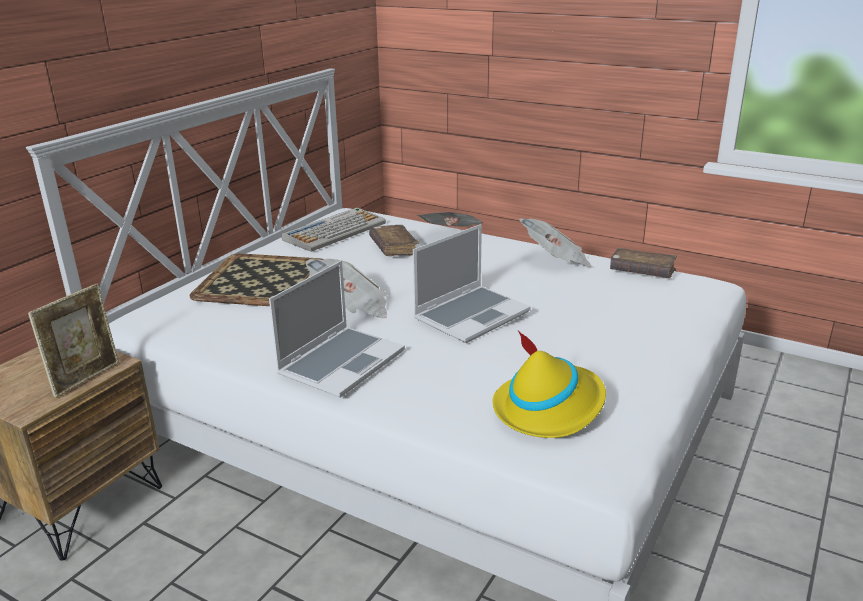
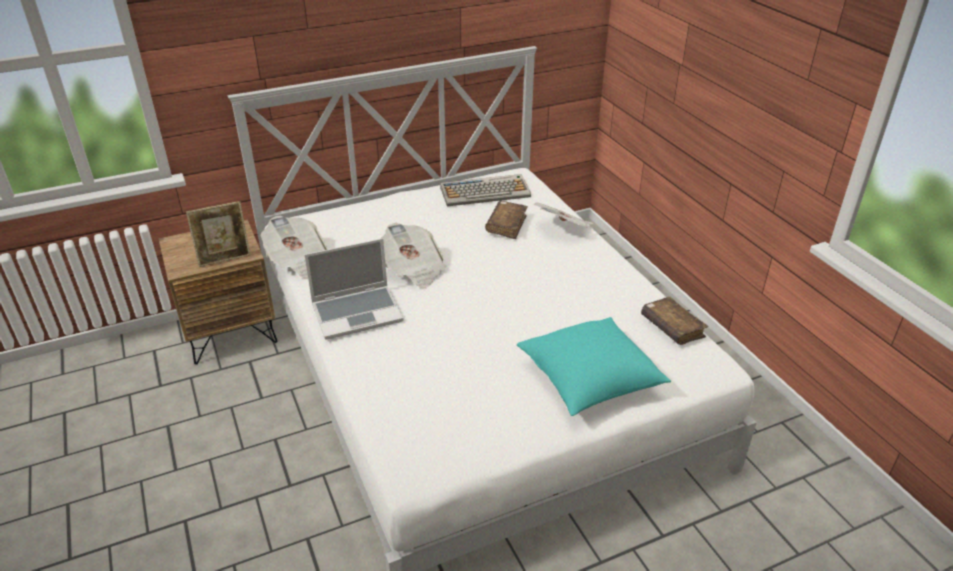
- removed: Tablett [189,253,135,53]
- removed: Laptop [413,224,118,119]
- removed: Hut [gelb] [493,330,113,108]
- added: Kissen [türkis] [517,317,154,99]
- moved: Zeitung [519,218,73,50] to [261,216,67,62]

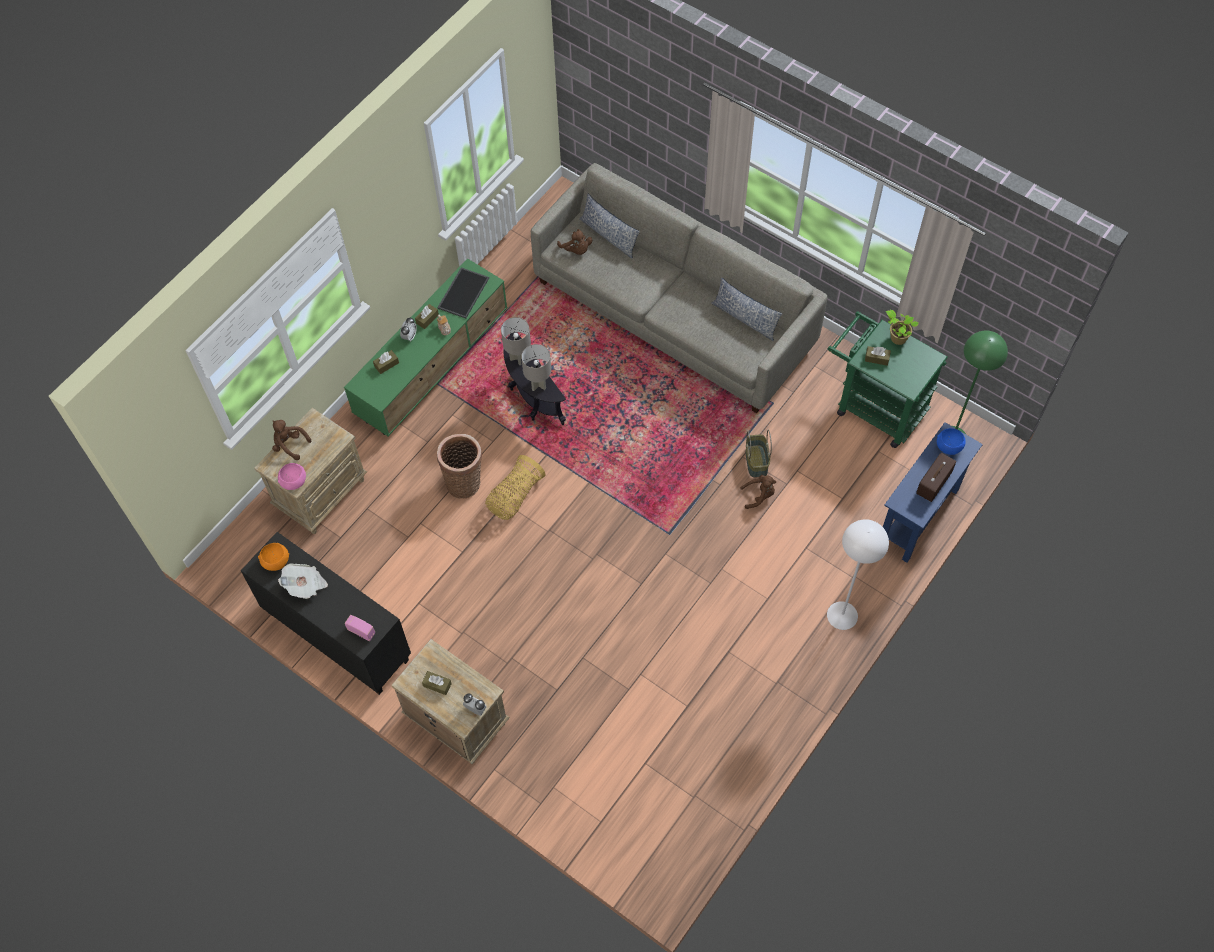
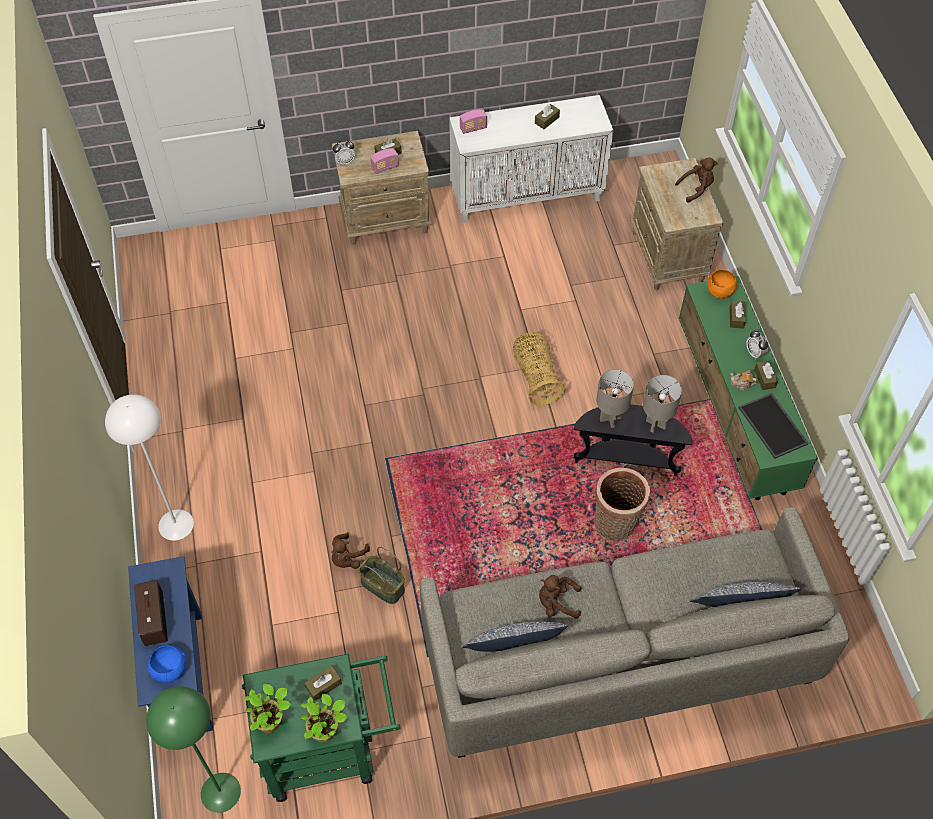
- removed: Schüssel [rosa] [278,463,28,27]
- added: Topfpflanze [243,684,48,49]
- added: Radio [371,148,28,26]
- moved: Schüssel [orange] [258,543,31,28] to [707,270,30,29]
- moved: Korb [437,434,45,65] to [594,468,56,73]
- moved: Plüschtier [braun] [557,229,35,26] to [539,575,42,44]
- replaced: Zeitung [278,563,50,36] to Taschentuchbox [braun] [535,104,25,25]
- recoloured: Schrank [schwarz] [241,532,170,163] to Schrank [weiß] [449,95,164,128]

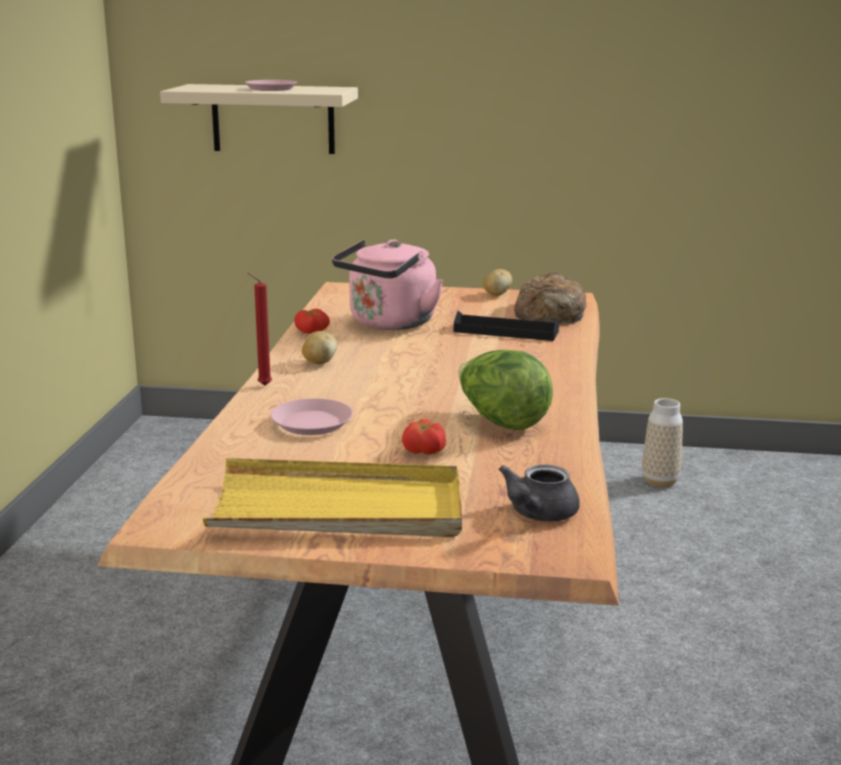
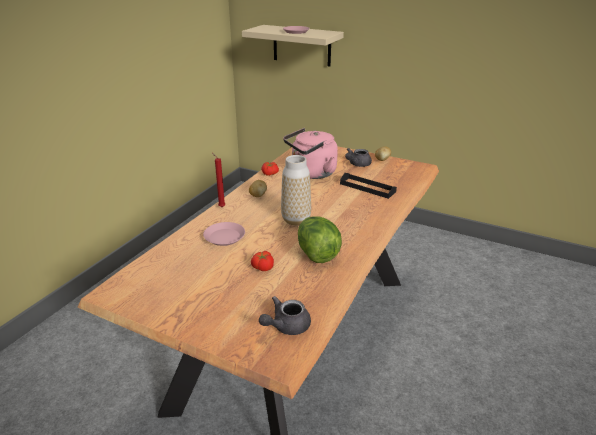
- removed: Tablett [gelb] [203,458,259,79]
- removed: Brot [514,273,73,51]
- added: Teekanne [grau] [345,148,27,19]
- moved: Vase [642,398,41,89] to [281,155,30,70]

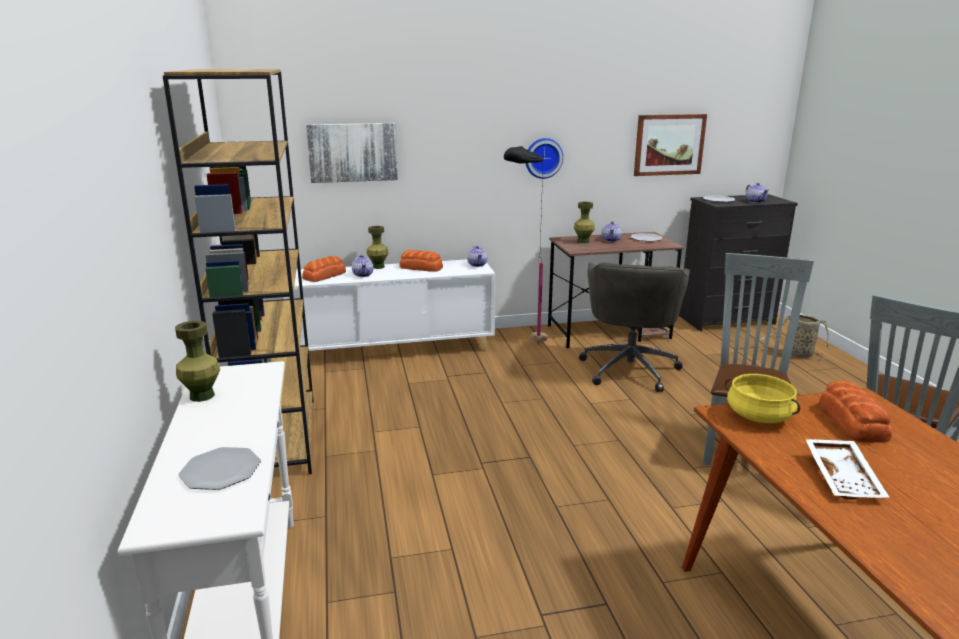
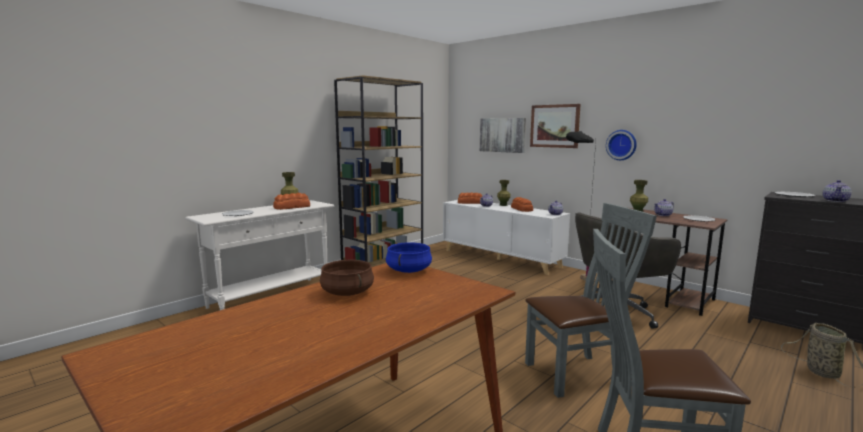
- moved: Bild [634,114,73,62] to [530,104,51,44]
- moved: Brot [818,381,74,61] to [273,193,37,17]
- replaced: Tablett [weiß] [805,439,85,61] to Kochtopf [braun] [320,260,54,36]
- recoloured: Kochtopf [gelb] [725,374,75,49] to Kochtopf [blau] [386,242,46,31]

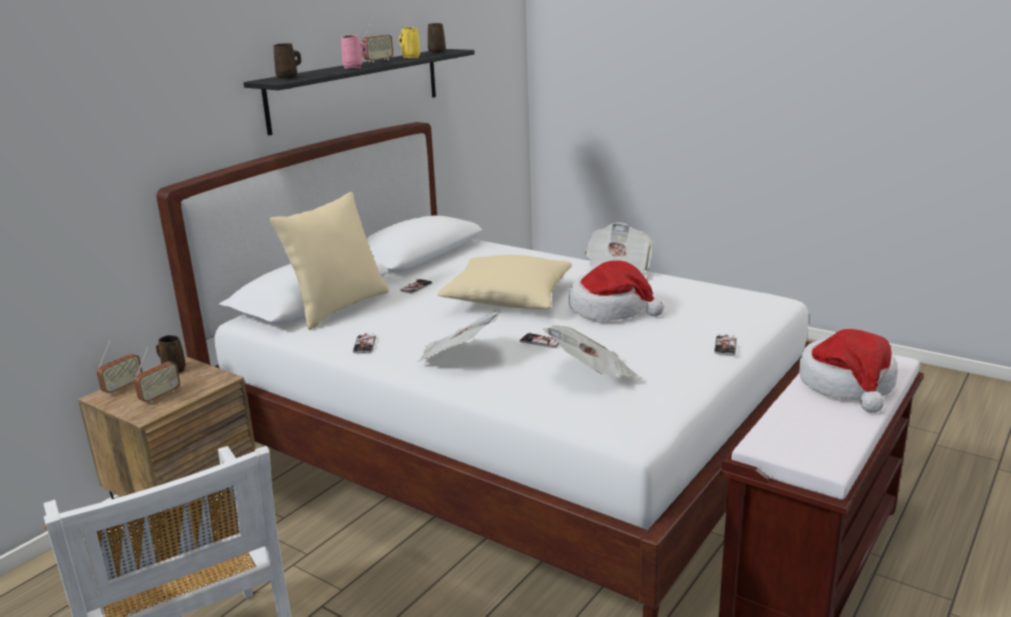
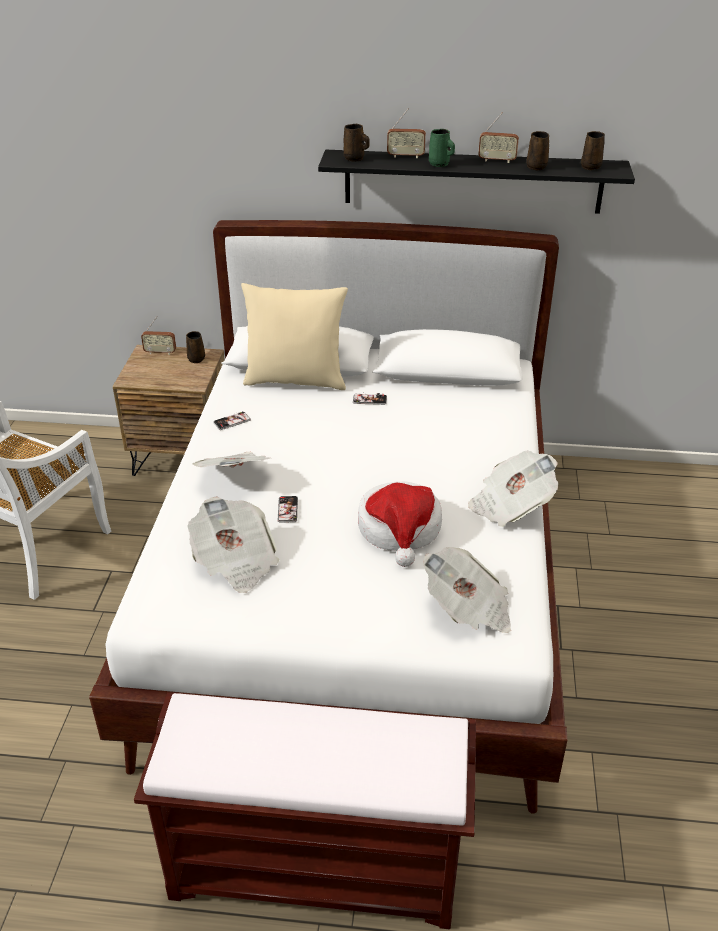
- removed: Kissen [beige] [437,255,135,54]
- removed: Handy [714,334,23,21]
- removed: Hut [799,329,99,84]
- added: Zeitung [423,547,88,86]
- moved: Radio [134,347,46,56] to [387,108,39,50]
- recoloured: Henkelbecher [rosa] [341,35,26,34] to Henkelbecher [grün] [429,129,26,38]
- recoloured: Henkelbecher [gelb] [399,27,21,31] to Henkelbecher [braun] [526,131,23,39]

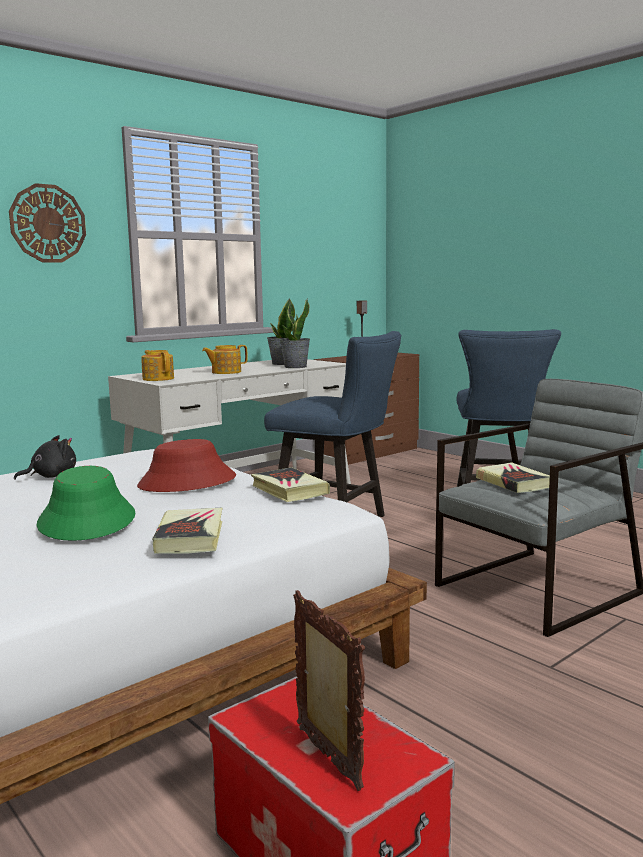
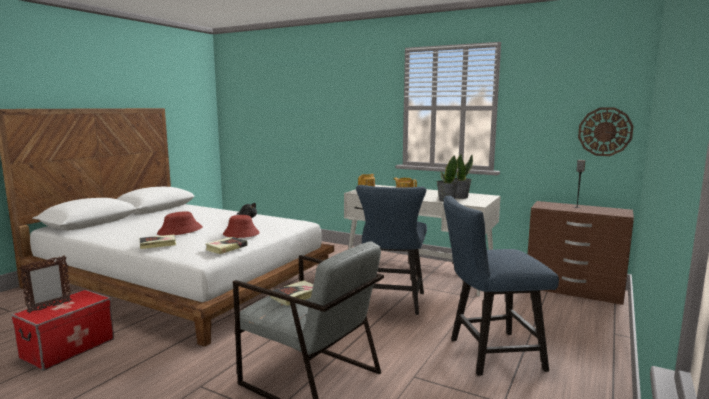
- moved: Wanduhr [9,183,77,80] to [578,108,56,48]
- recoloured: Hut [grün] [37,466,98,75] to Hut [rot] [157,211,46,25]

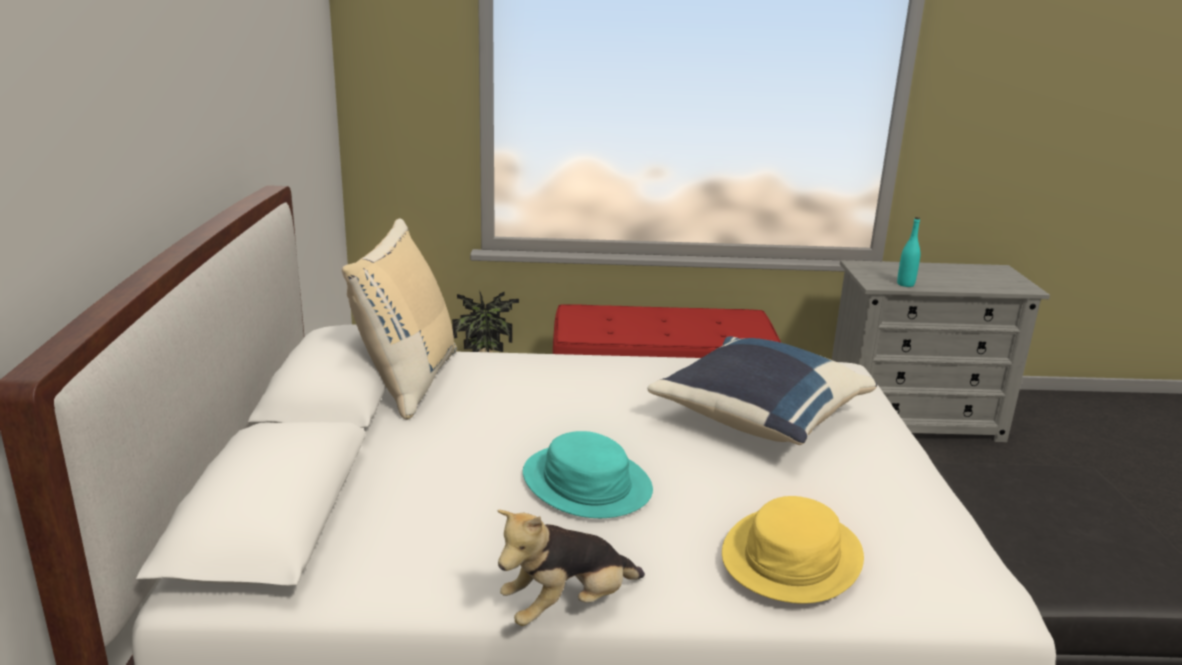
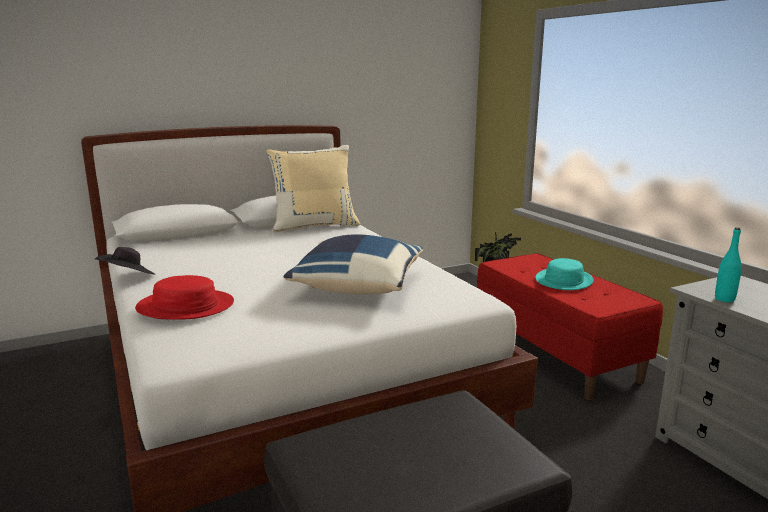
- moved: Hut [türkis] [523,431,130,87] to [535,258,59,32]
- replaced: Plüschtier [497,510,148,116] to Hut [schwarz] [95,247,61,28]
- recoloured: Hut [gelb] [722,496,142,107] to Hut [rot] [135,275,99,45]

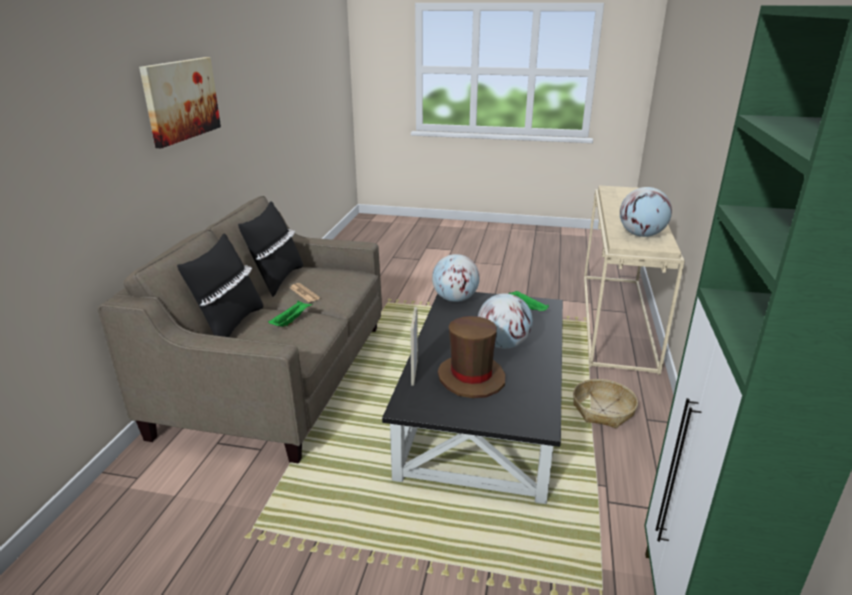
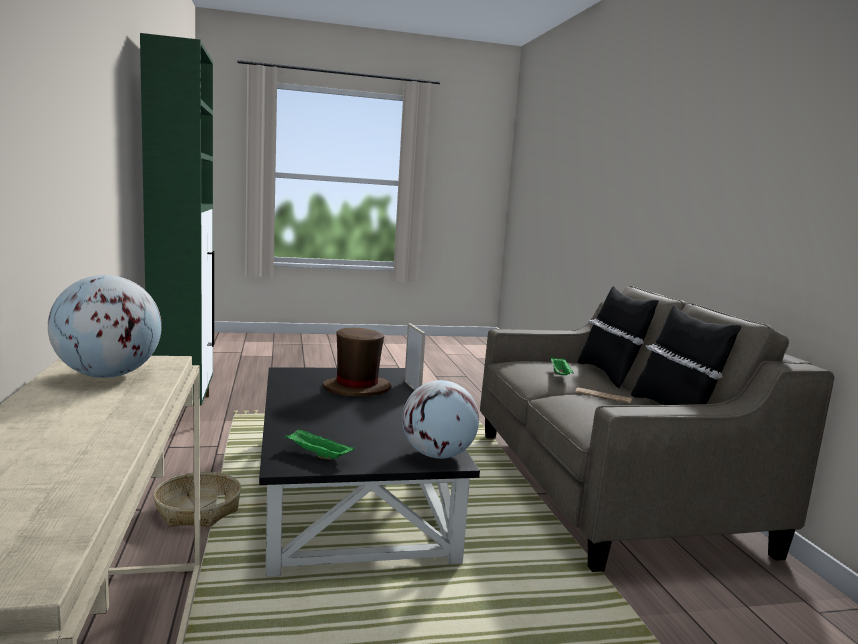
- removed: Bild [139,57,82,91]
- removed: Globus [478,293,55,56]

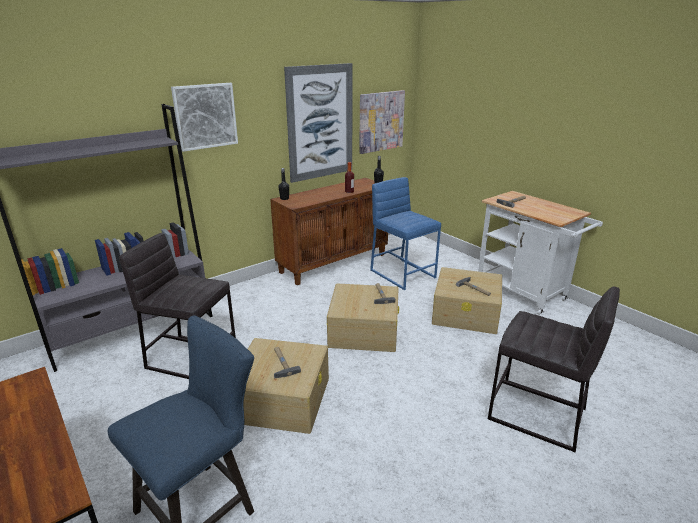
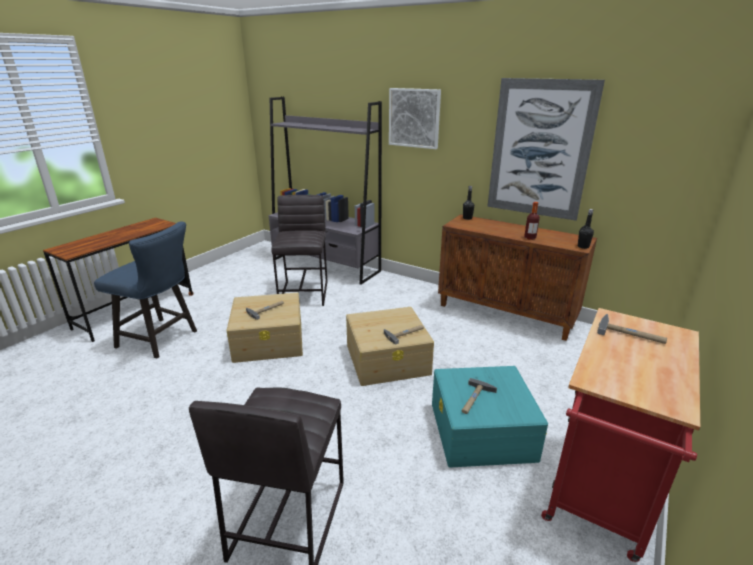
- removed: Bild [359,90,46,64]
- removed: Hocker [blau] [370,177,71,113]
- recoloured: Aufbewahrungsbox [beige] [432,267,70,67] to Aufbewahrungsbox [türkis] [432,366,116,101]
- recoloured: Rollwagen [weiß] [478,191,125,124] to Rollwagen [rot] [541,308,159,254]

